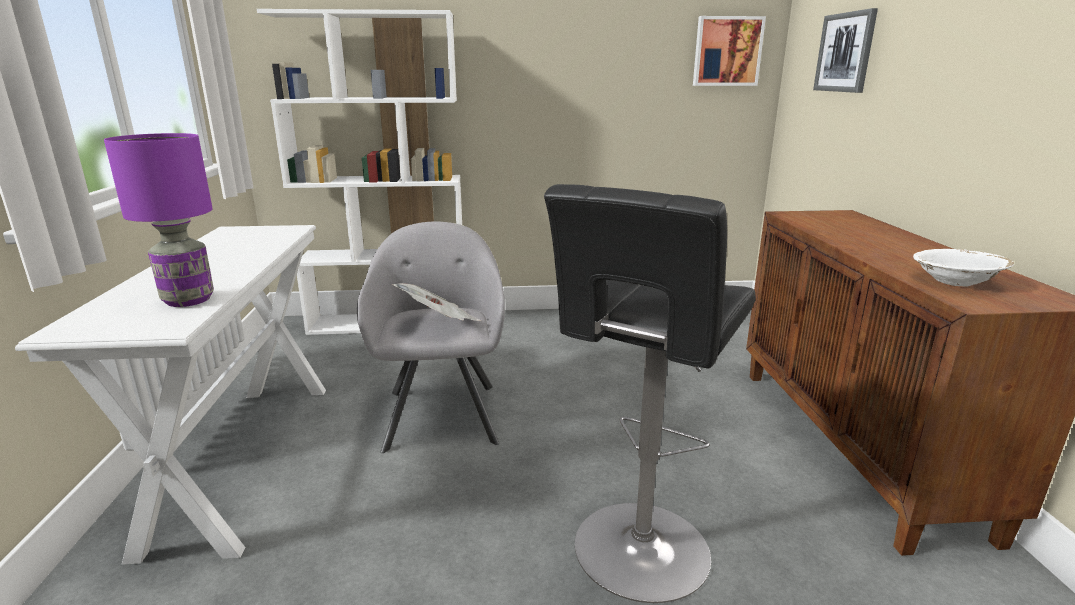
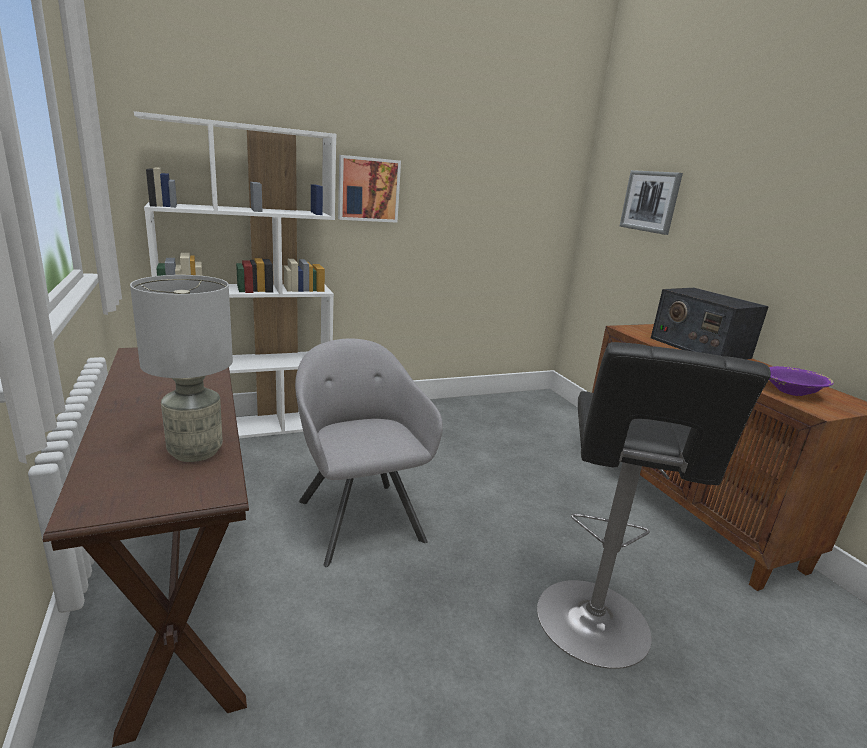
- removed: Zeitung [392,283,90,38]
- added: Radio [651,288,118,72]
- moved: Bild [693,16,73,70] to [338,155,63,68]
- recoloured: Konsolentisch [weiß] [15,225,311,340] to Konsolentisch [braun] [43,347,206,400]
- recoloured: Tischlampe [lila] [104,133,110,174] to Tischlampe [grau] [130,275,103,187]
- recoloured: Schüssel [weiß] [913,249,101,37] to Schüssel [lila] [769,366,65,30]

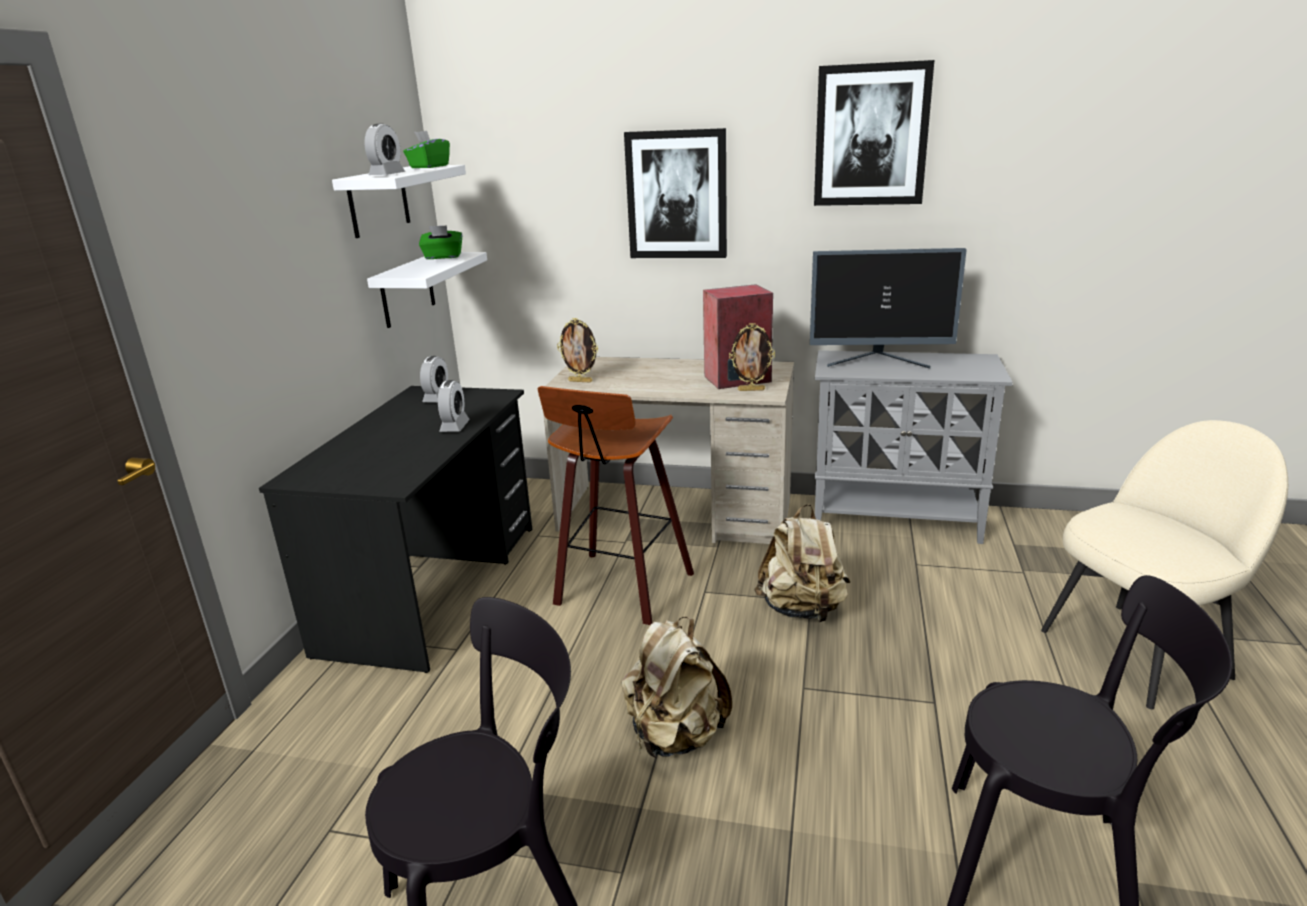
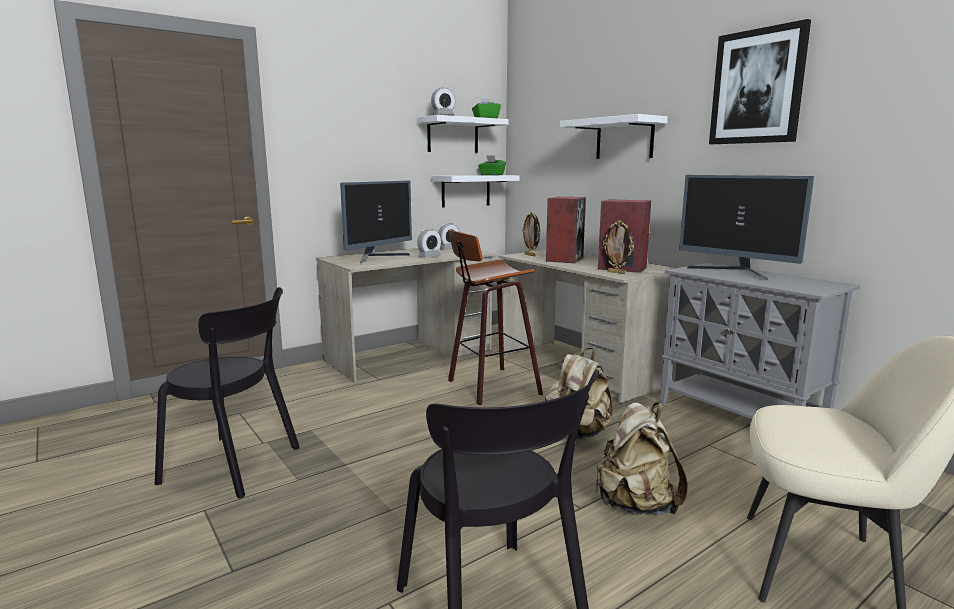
- added: Monitor [340,181,72,83]
- added: Lautsprecher [546,197,40,66]
- moved: Rucksack [beige] [621,617,111,142] to [595,402,93,112]
- replaced: Bild [624,128,103,130] to Wandregal [weiß] [560,114,108,45]
- recoloured: Schreibtisch [schwarz] [259,386,273,287] to Schreibtisch [beige] [316,248,179,134]

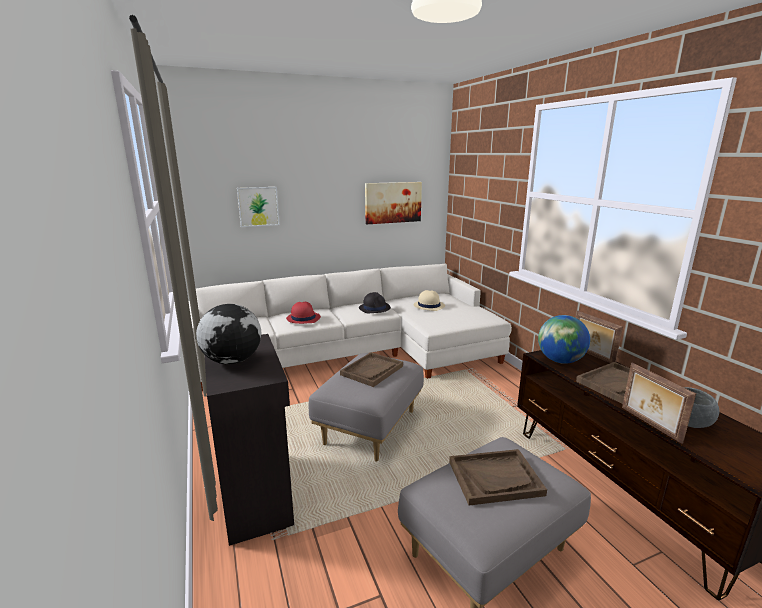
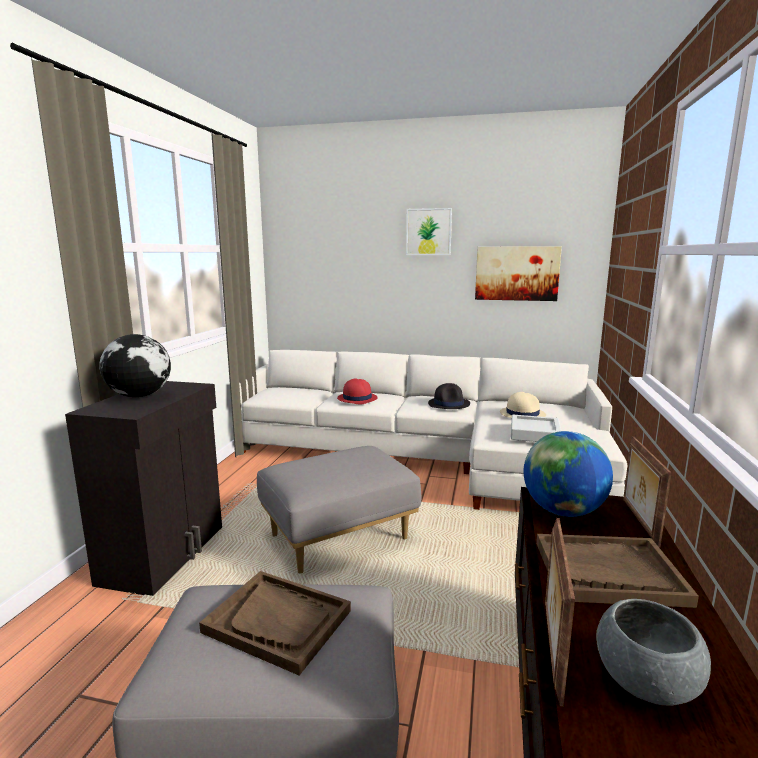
- removed: Tablett [braun] [340,352,63,35]
- added: Tablett [grau] [511,415,50,27]
- moved: Bild [237,187,43,40] to [406,208,46,47]

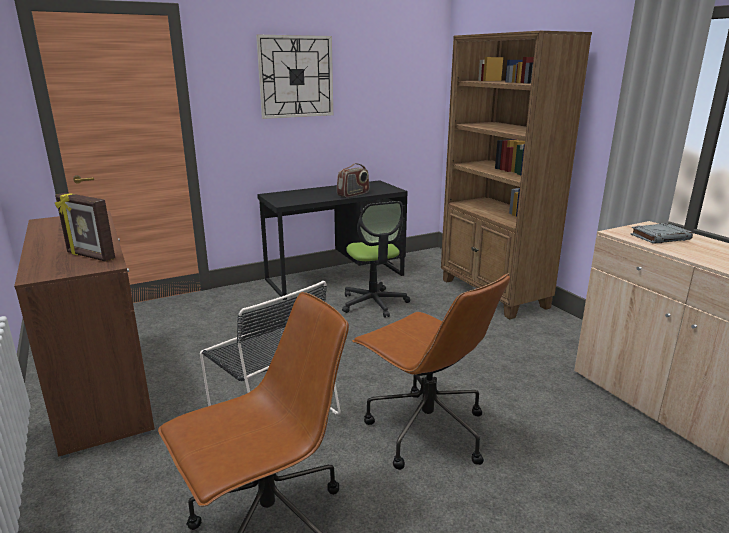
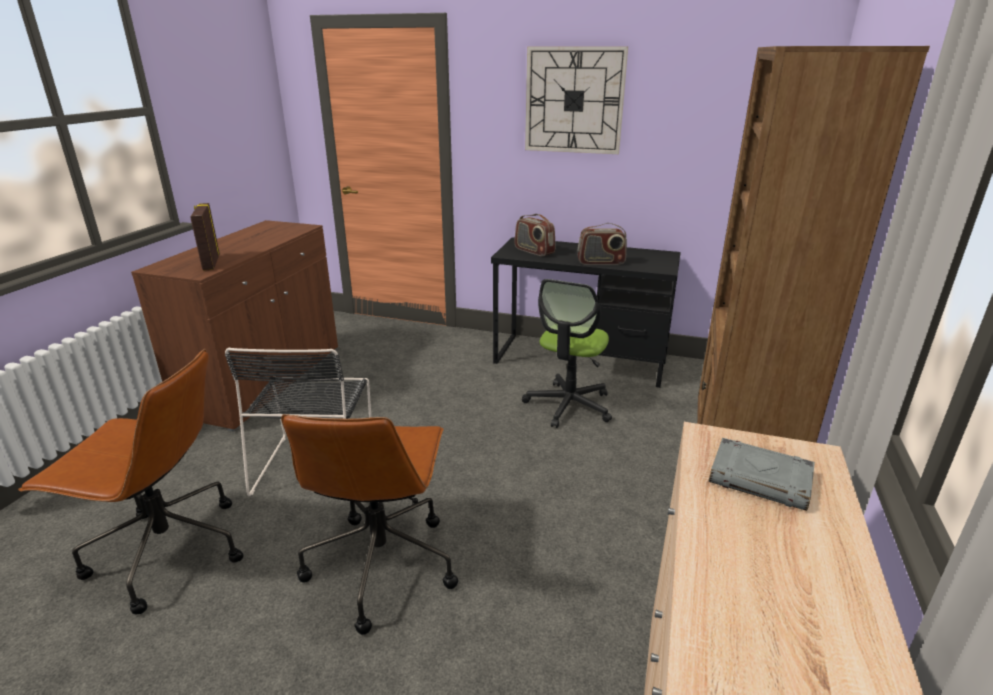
- added: Radio [515,214,40,42]

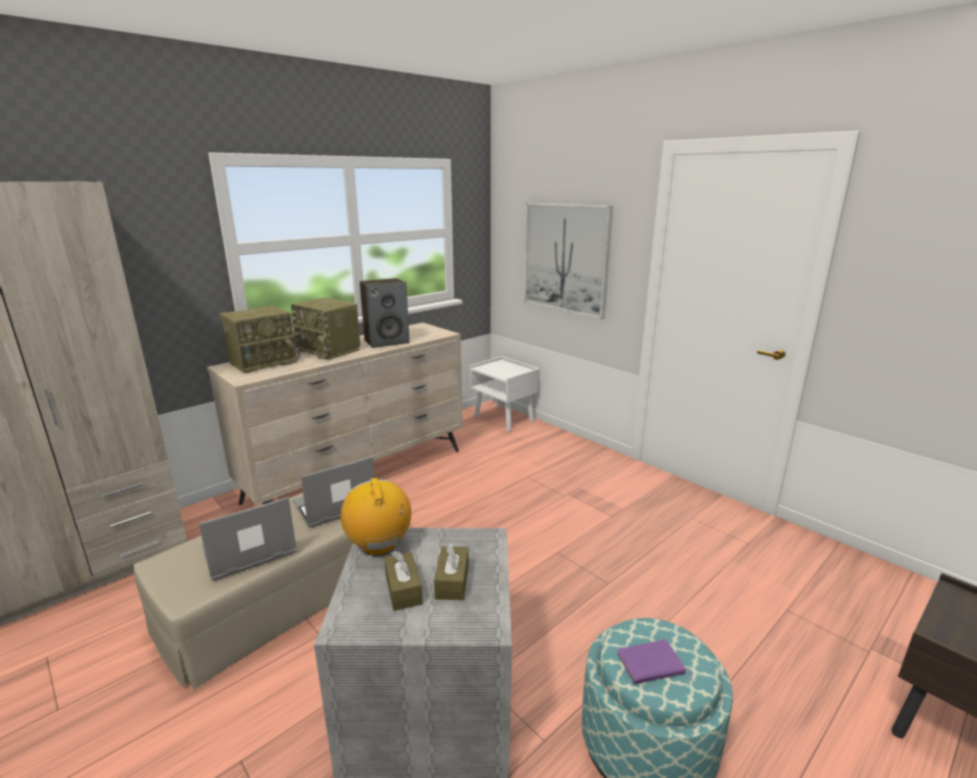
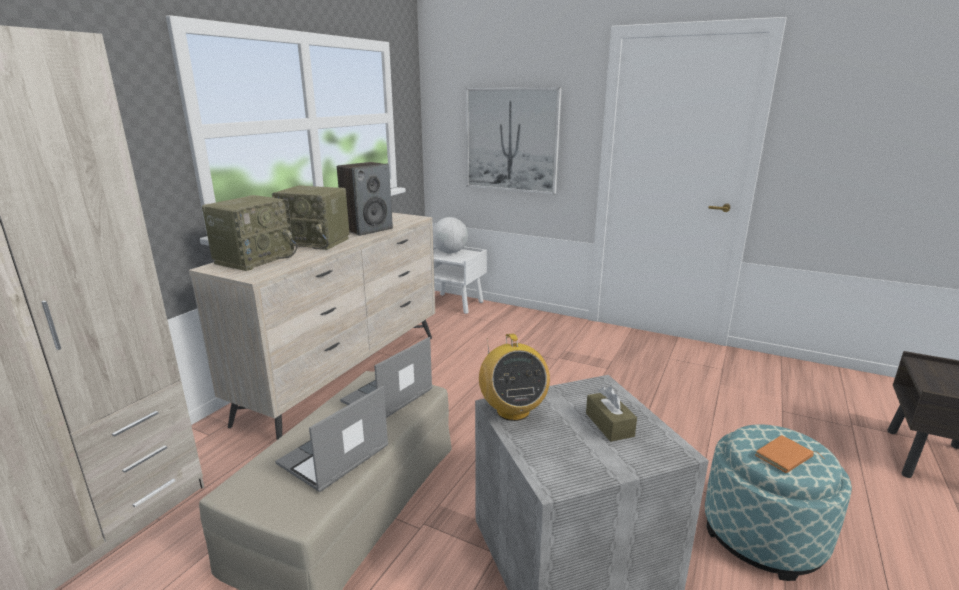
- removed: Taschentuchbox [braun] [384,551,39,60]
- added: Globus [433,217,35,36]
- recoloured: Buch [lila] [618,639,75,45] to Buch [orange] [755,435,70,38]
- turned: Radio [341,478,70,78] = [479,334,71,87] 150 degrees counterclockwise

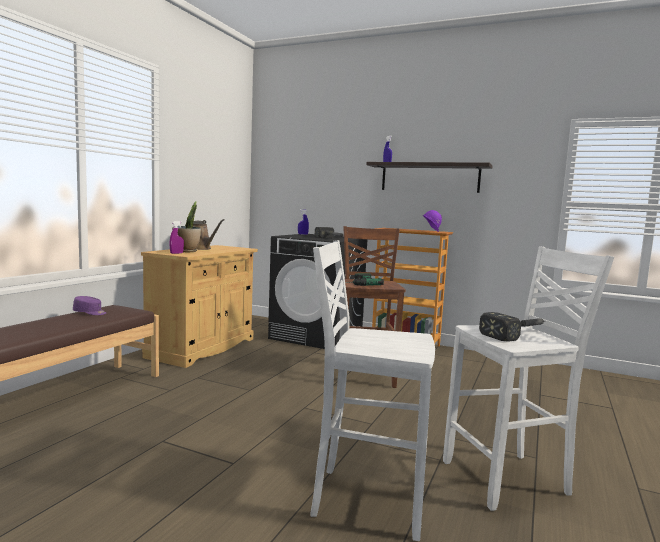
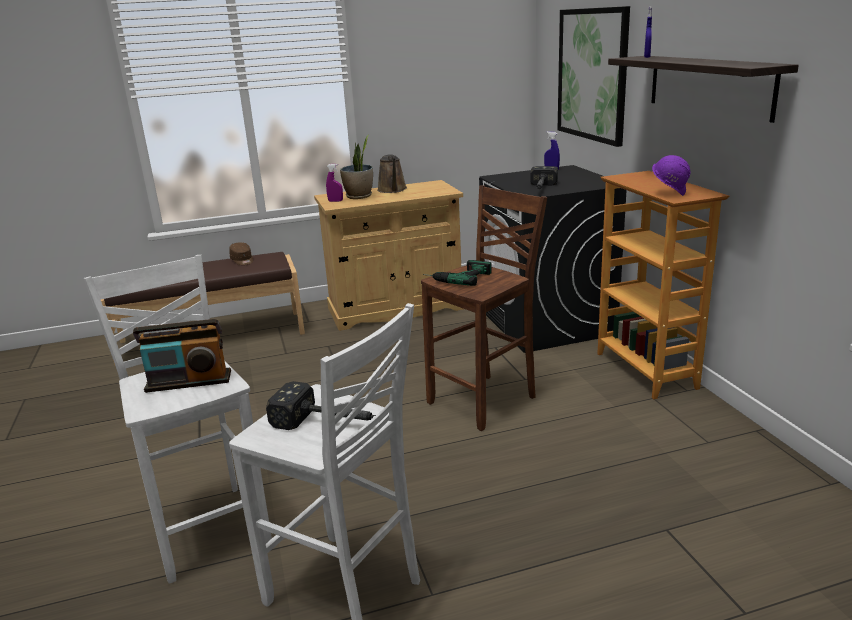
- added: Radio [133,319,98,74]
- added: Bild [558,6,72,141]
- recoloured: Kappe [lila] [73,296,33,19] to Kappe [braun] [229,242,24,23]

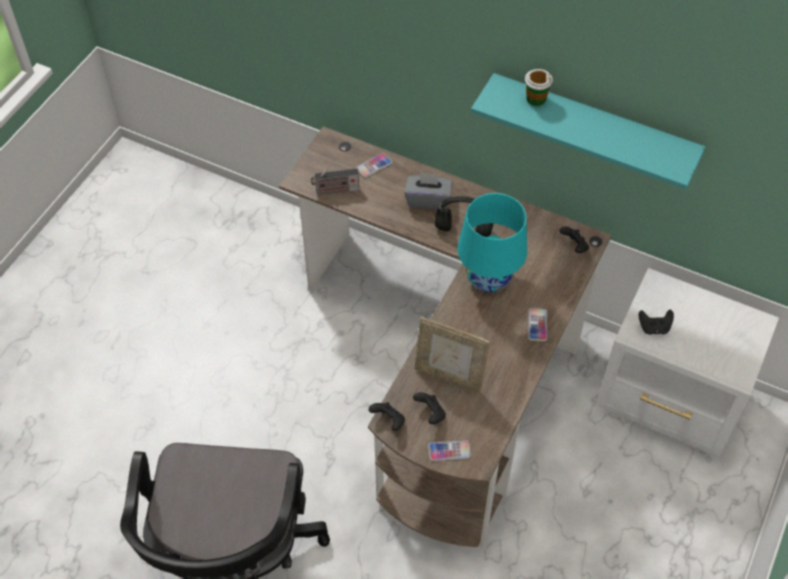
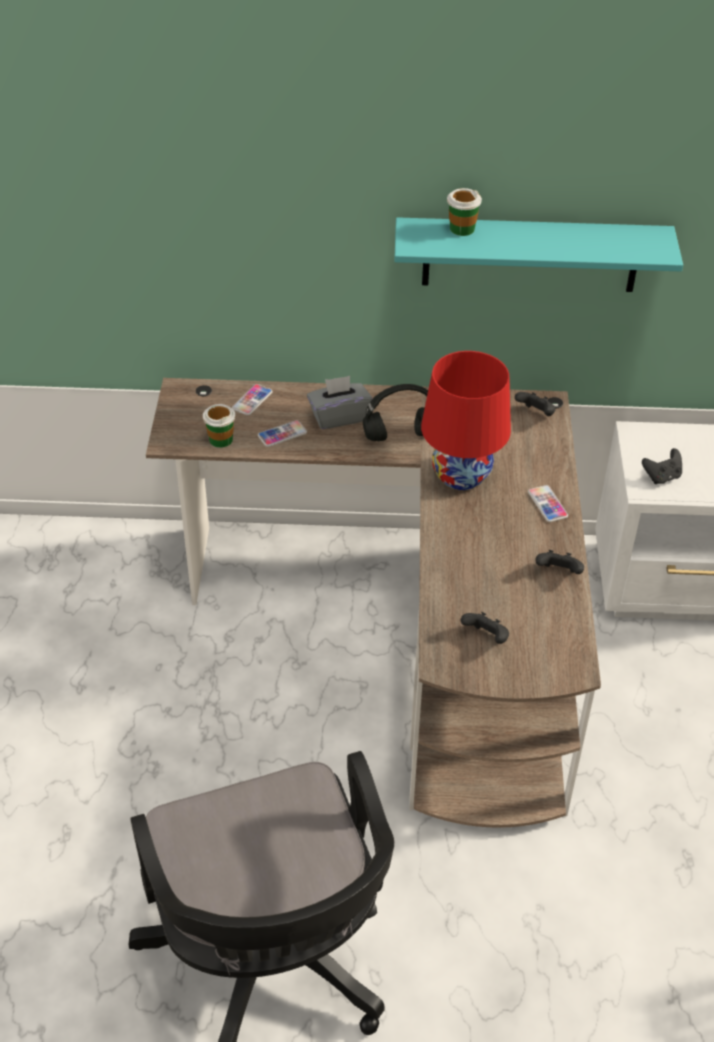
- removed: Bilderrahmen [415,317,75,76]
- moved: Gamepad [schwarz] [369,402,36,29] to [535,550,49,24]
- moved: Handy [428,440,43,21] to [258,420,49,27]
- replaced: Radio [311,165,48,31] to Tasse [203,404,32,44]
- recoloured: Tischlampe [türkis] [458,193,69,100] to Tischlampe [rot] [421,351,90,139]

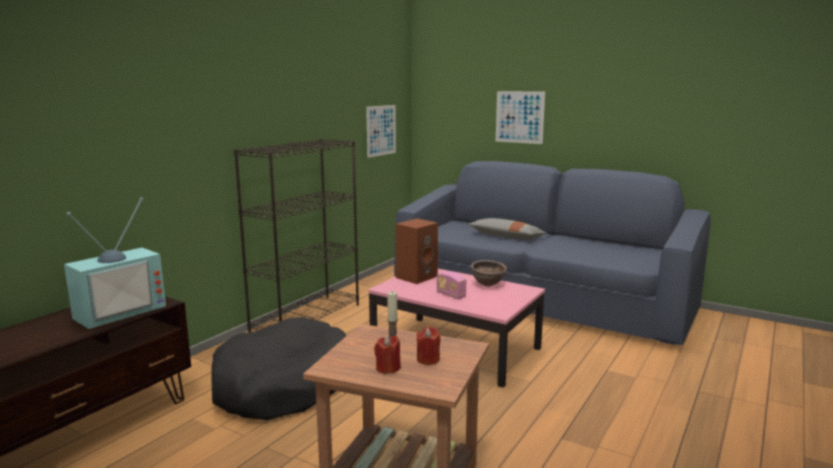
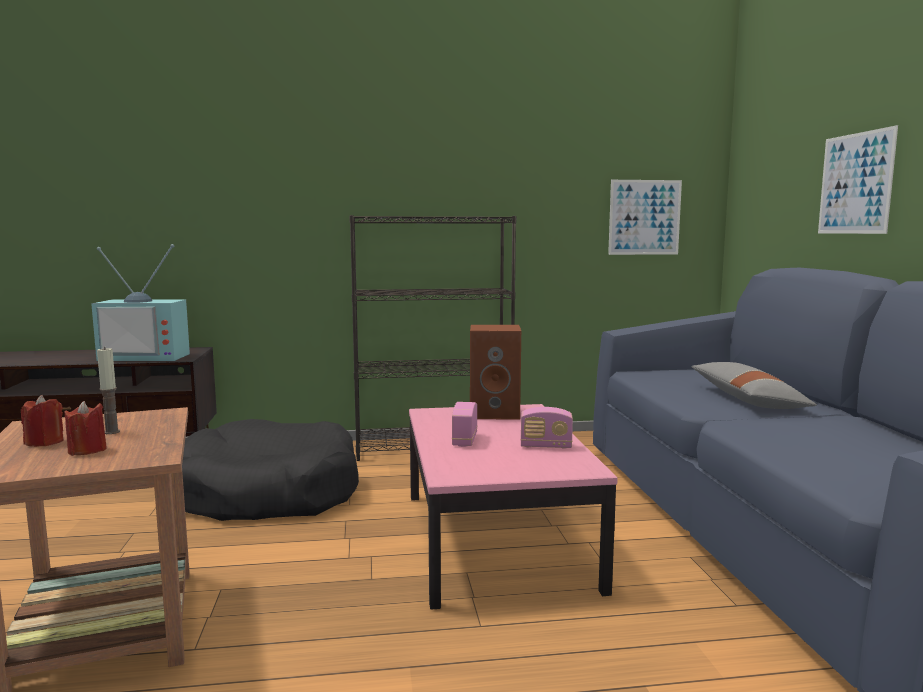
- replaced: Schüssel [braun] [471,260,36,27] to Radio [520,407,53,42]

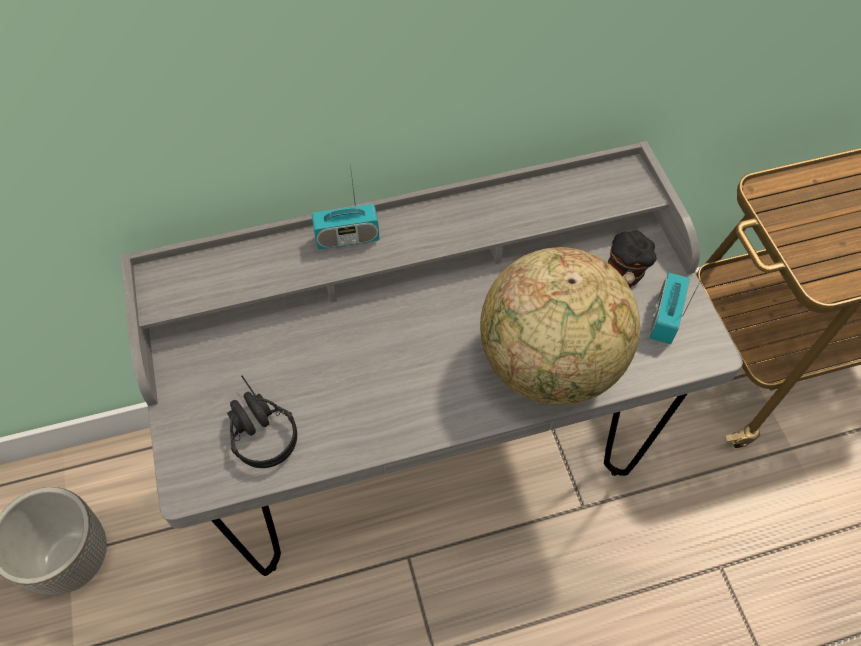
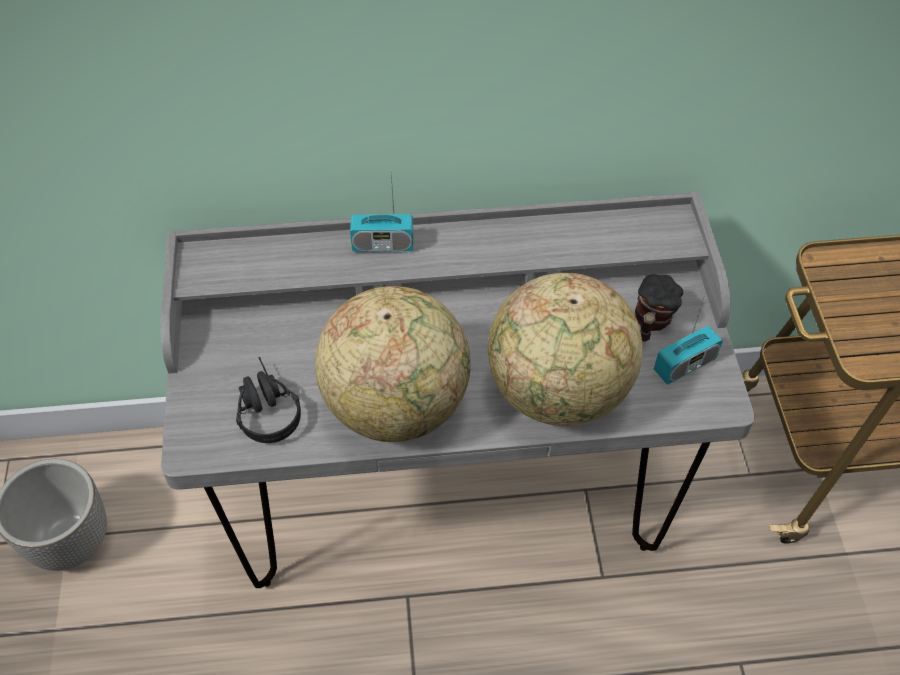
- added: Globus [315,286,156,156]
- turned: Radio [650,273,52,71] = [654,295,69,90] 150 degrees counterclockwise

